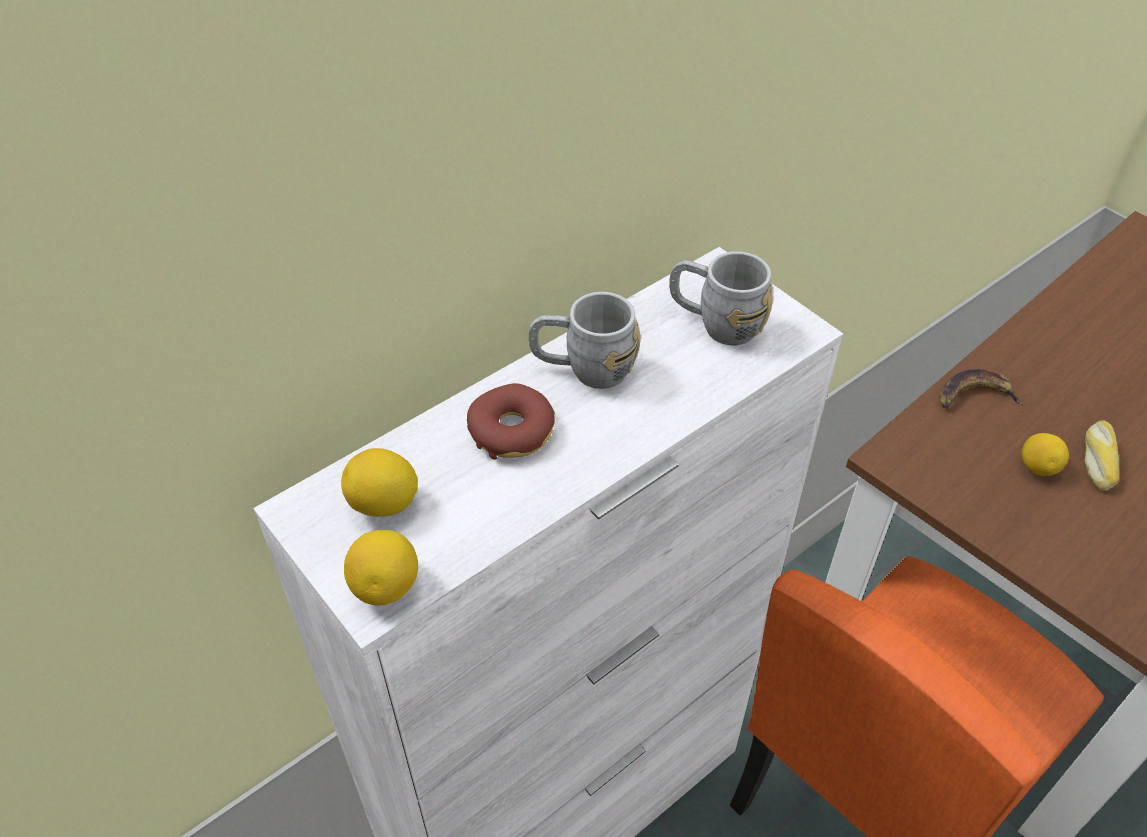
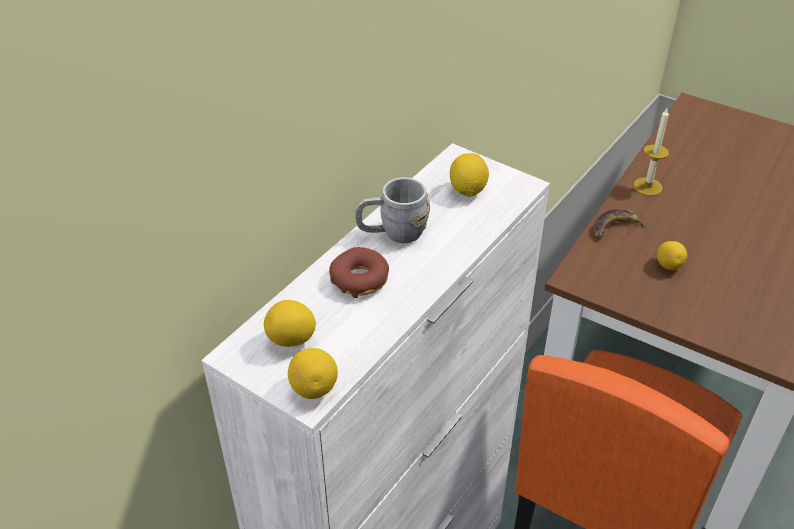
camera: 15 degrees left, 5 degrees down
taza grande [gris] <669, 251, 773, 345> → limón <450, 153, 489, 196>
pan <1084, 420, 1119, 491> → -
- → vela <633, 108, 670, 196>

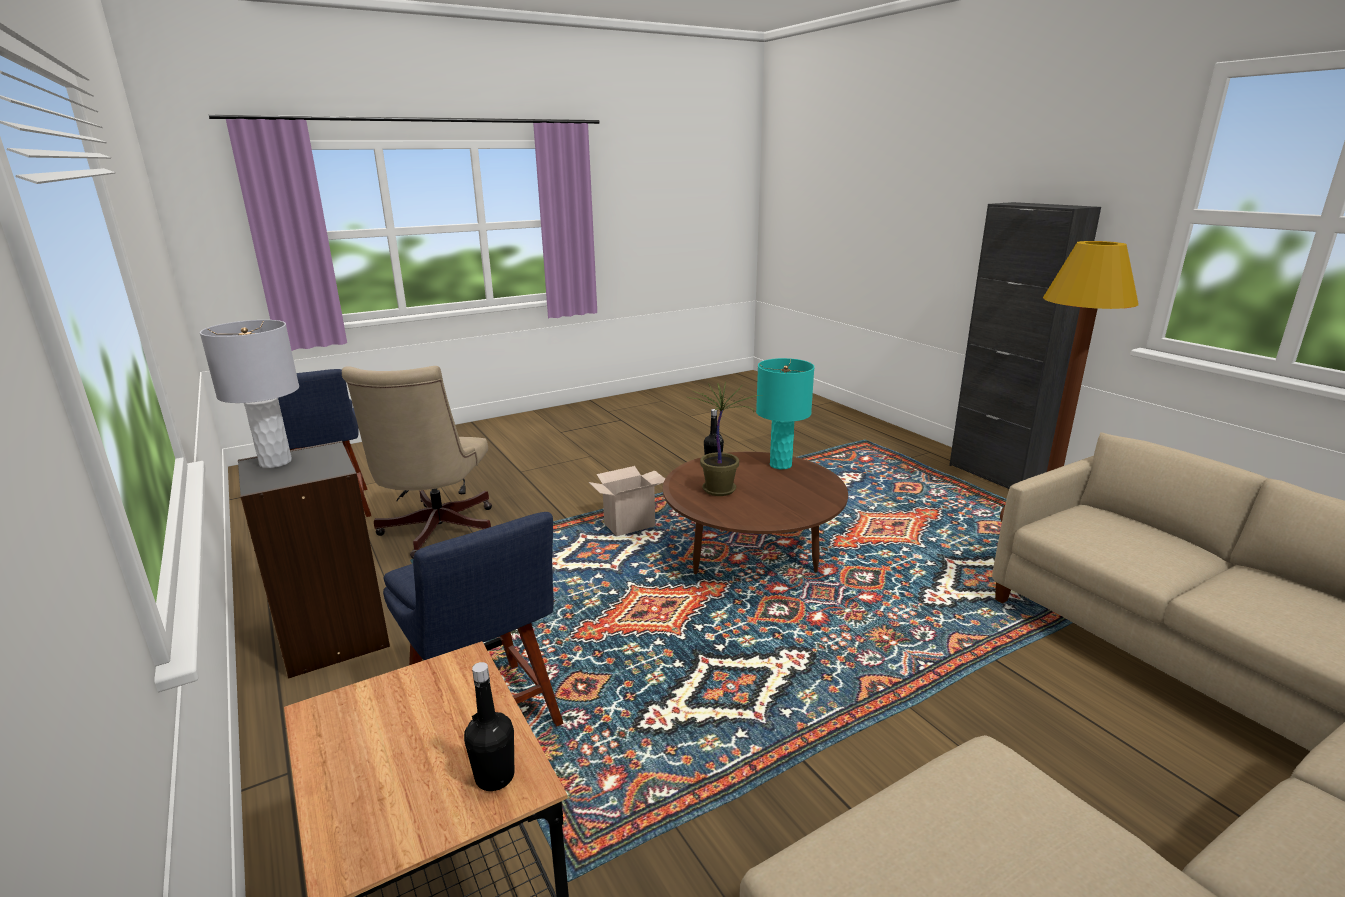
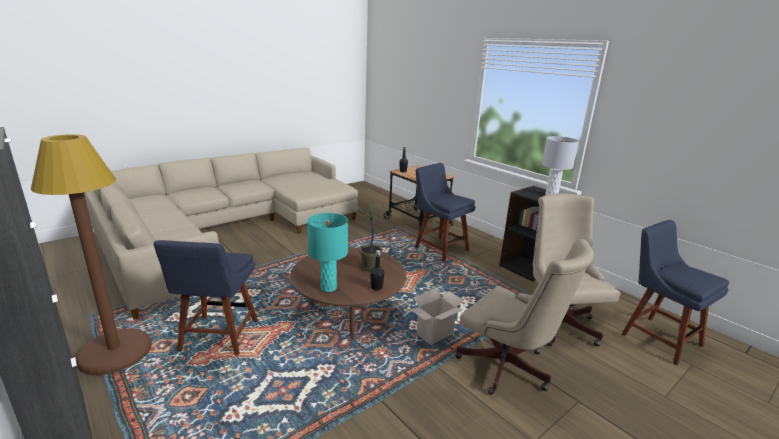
camera: 170 degrees right, 0 degrees up
- → silla [azul] <154, 240, 258, 355>
- → silla de oficina [beis] <455, 239, 593, 395>

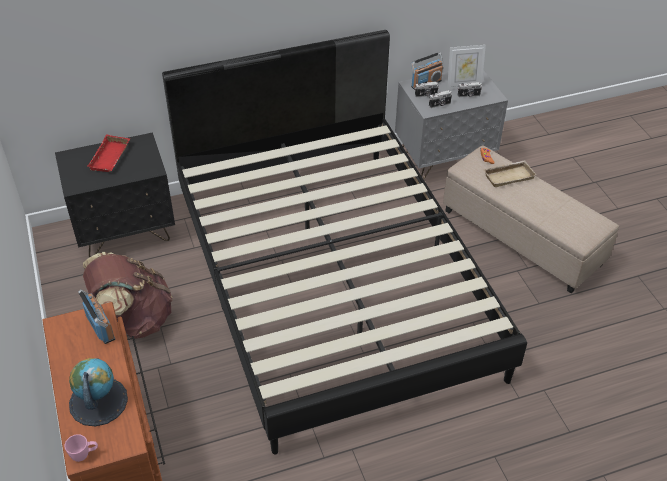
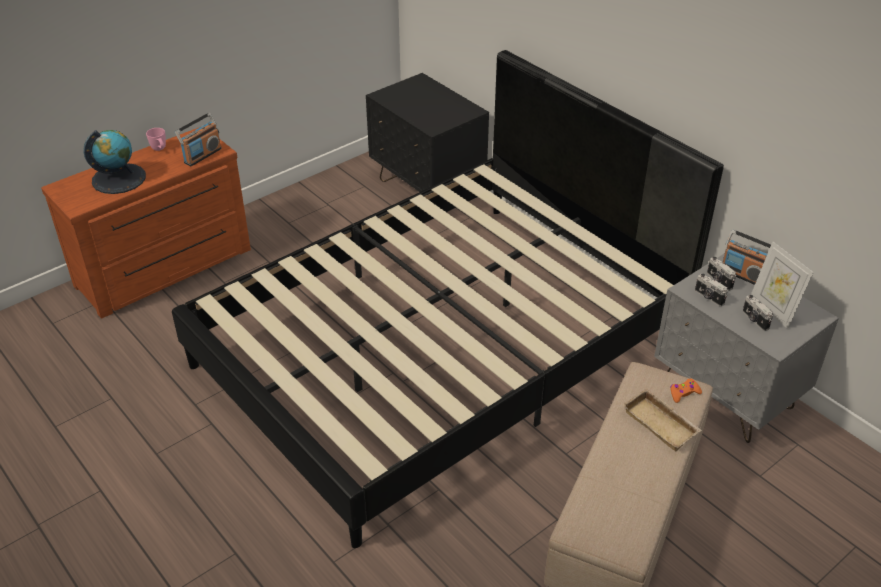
camera: 70 degrees right, 5 degrees down
taza grande [rosa] <64, 434, 98, 462> → taza grande [rosa] <146, 128, 166, 151>, shifted
mochila [marrón] <83, 252, 173, 339> → -
bandeja [rojo] <87, 134, 130, 172> → -

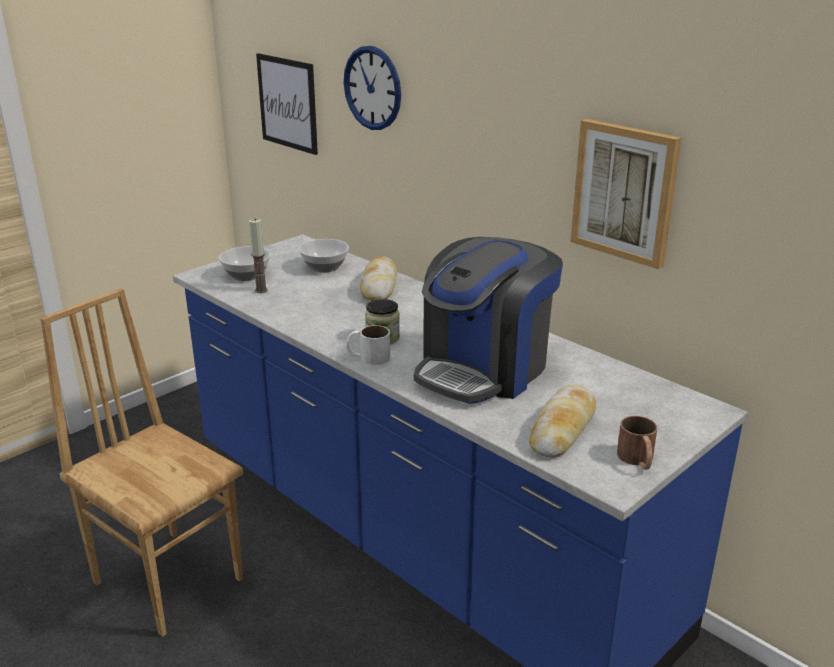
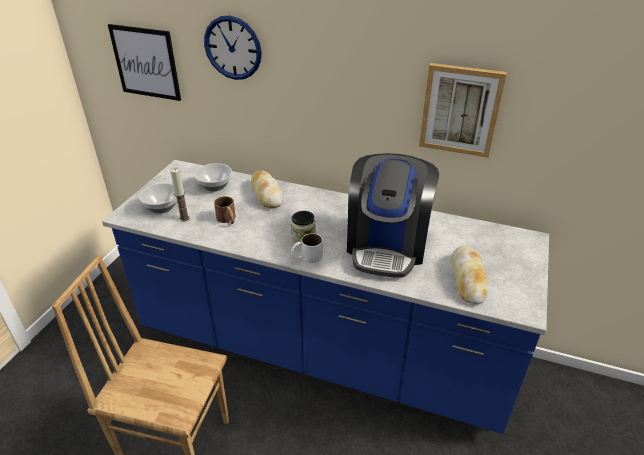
camera: 25 degrees left, 10 degrees up
taza grande [marrón] <617, 416, 657, 470> → taza grande [marrón] <214, 196, 236, 224>, shifted

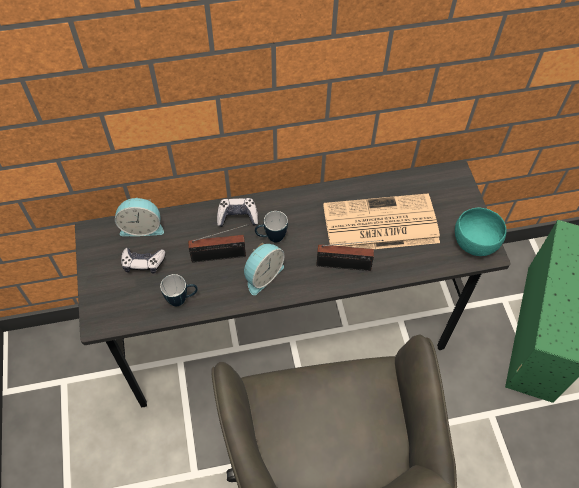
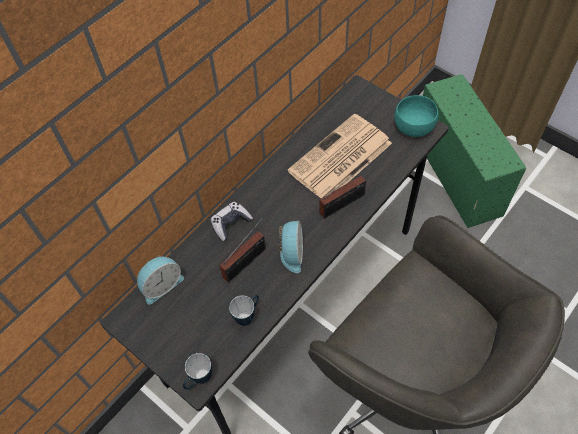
camera: 35 degrees left, 0 degrees up
mando de consola <121, 248, 166, 274> → -
taza grande <255, 211, 288, 242> → taza grande <183, 353, 212, 389>, shifted

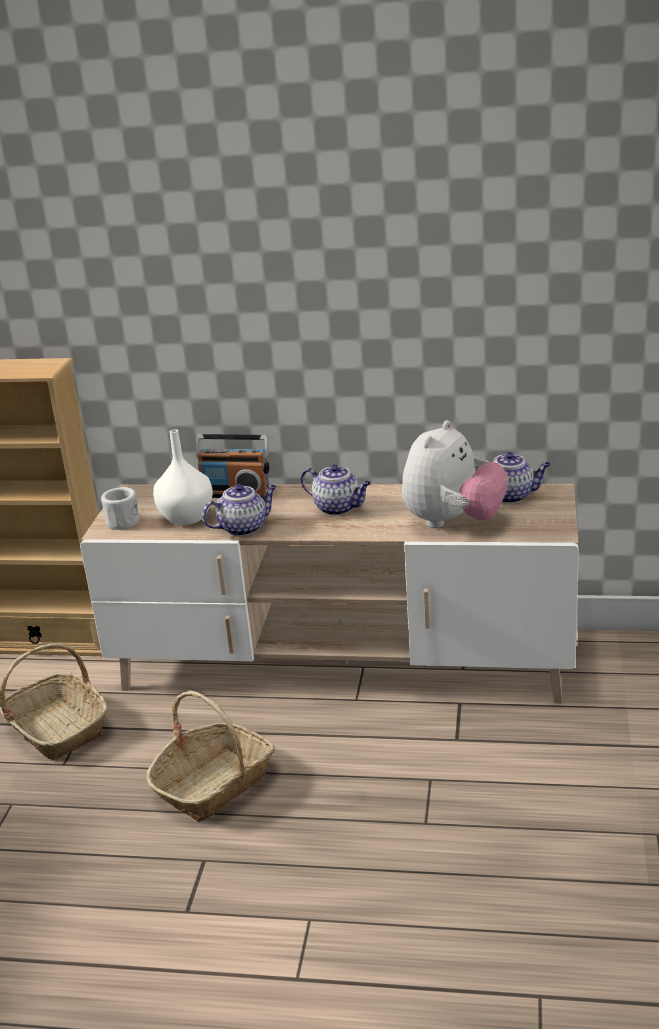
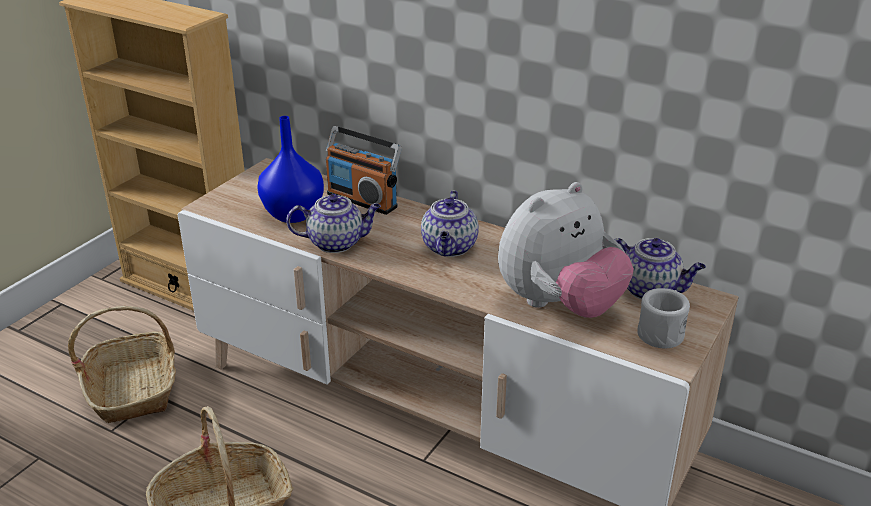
camera: 20 degrees right, 5 degrees up
taza grande [blanco] <101, 487, 140, 530> → taza grande [blanco] <637, 288, 690, 348>, shifted
florero [blanco] <153, 429, 213, 525> → florero [azul] <257, 116, 324, 223>
tetera <301, 464, 371, 515> → tetera <421, 190, 479, 257>, 45 degrees clockwise

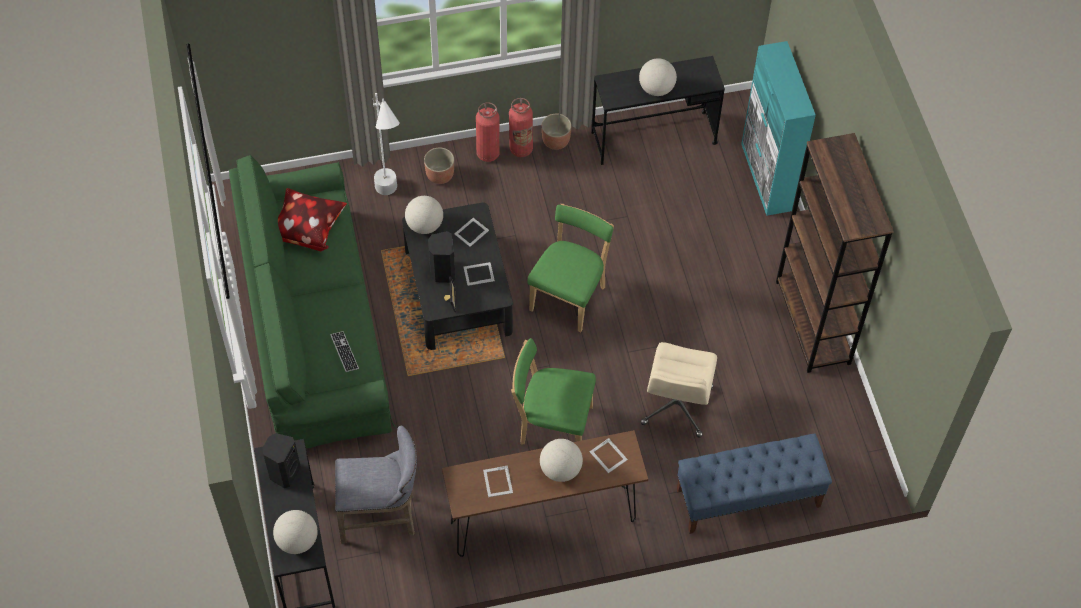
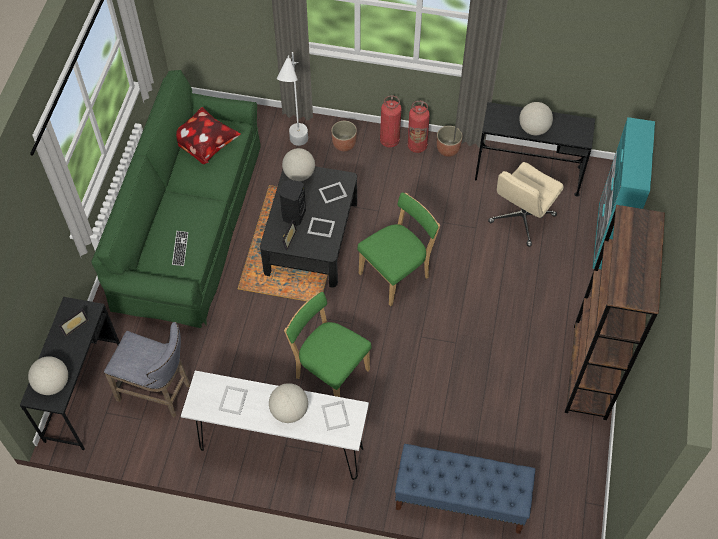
camera: 25 degrees right, 0 degrees up
altavoz [negro] <263, 433, 301, 488> → portarretratos <58, 308, 88, 337>
mesa consola [marrón] <442, 430, 648, 557> → mesa consola [blanco] <181, 371, 369, 480>
silla de oficina [beis] <641, 342, 717, 438> → silla de oficina [beis] <488, 162, 564, 247>, shifted

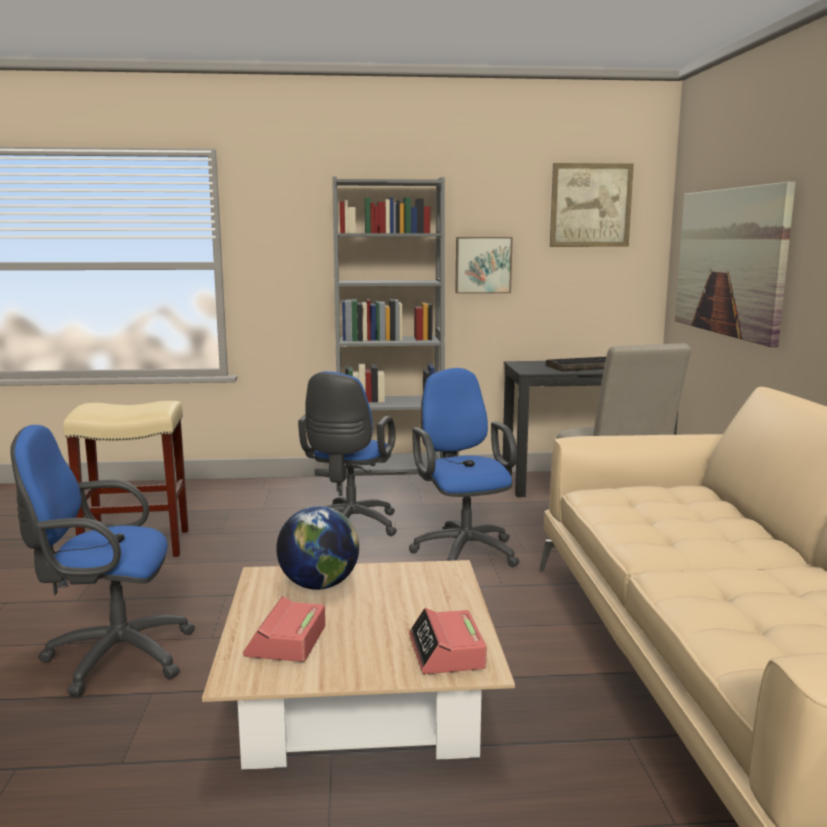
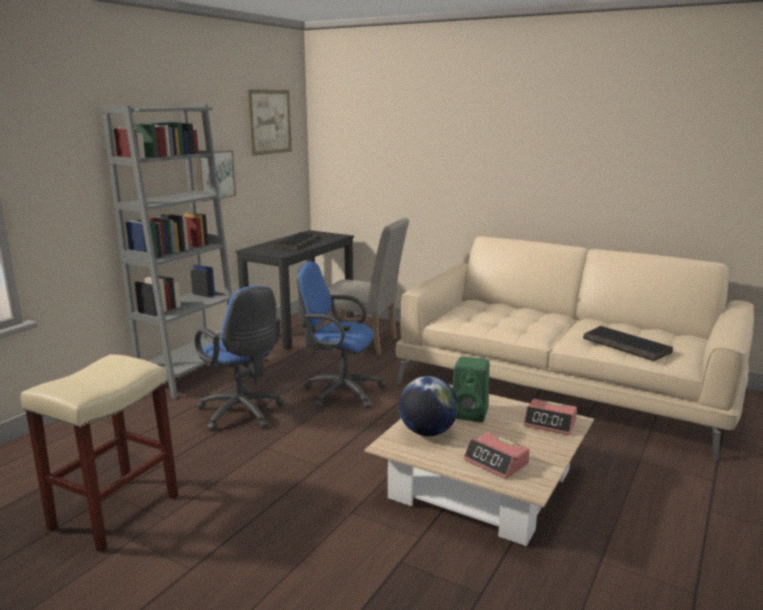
camera: 55 degrees left, 5 degrees up
silla de oficina [azul] <10, 425, 195, 697> → -
cuadro <675, 182, 795, 347> → -
- → altavoz [verde] <452, 356, 490, 422>
- → teclado <583, 326, 673, 361>

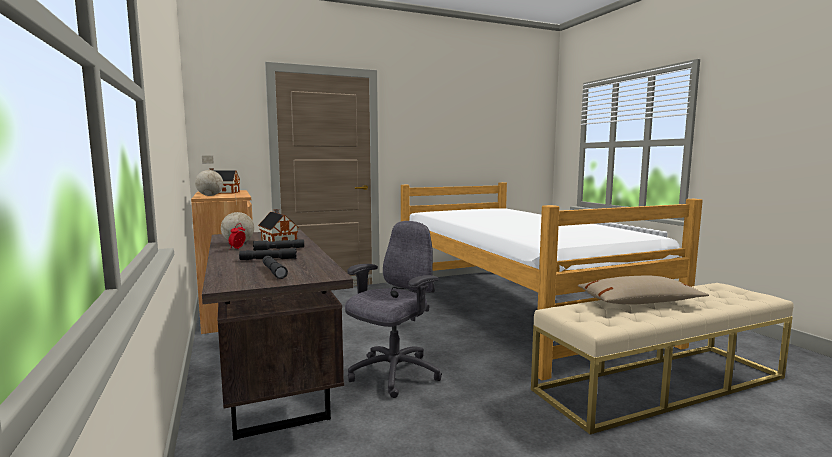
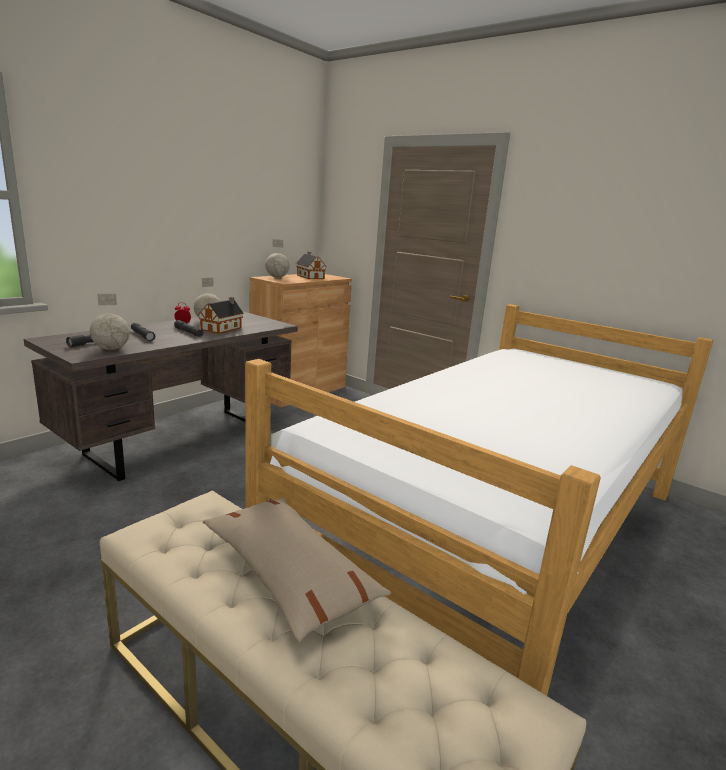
camera: 60 degrees right, 10 degrees up
silla de oficina [gris] <345, 221, 442, 398> → -
- → globo terráqueo <90, 294, 130, 350>

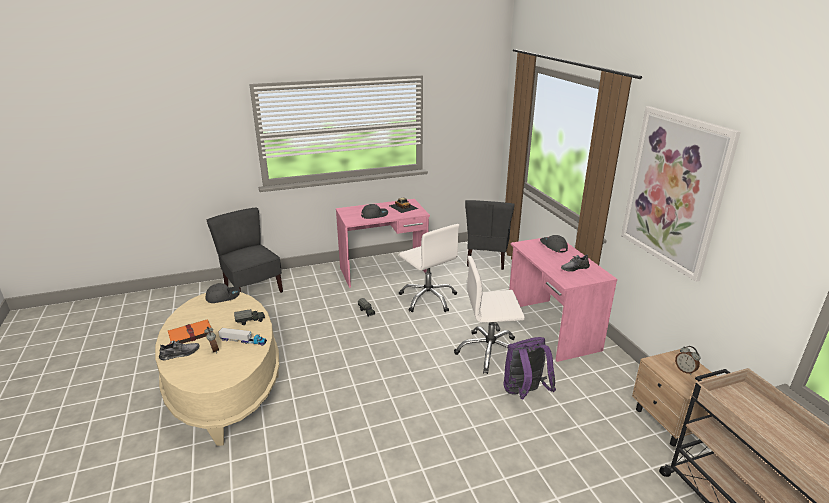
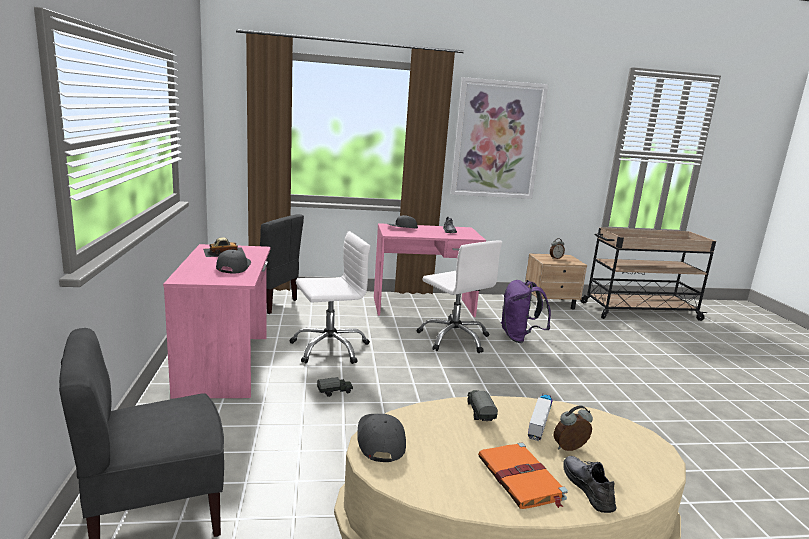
camera: 80 degrees left, 10 degrees down
silla de oficina [blanco] <454, 256, 525, 374> → silla de oficina [blanco] <416, 240, 502, 353>, 45 degrees counterclockwise

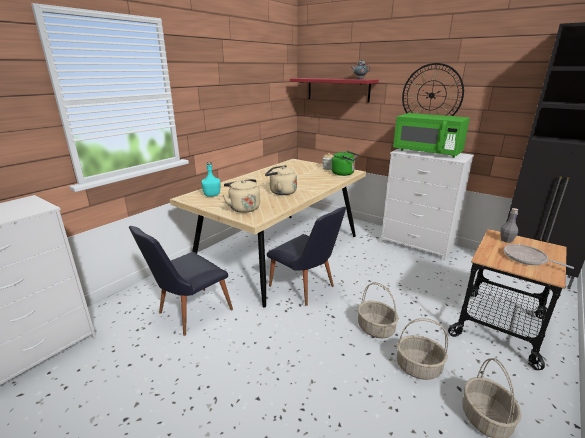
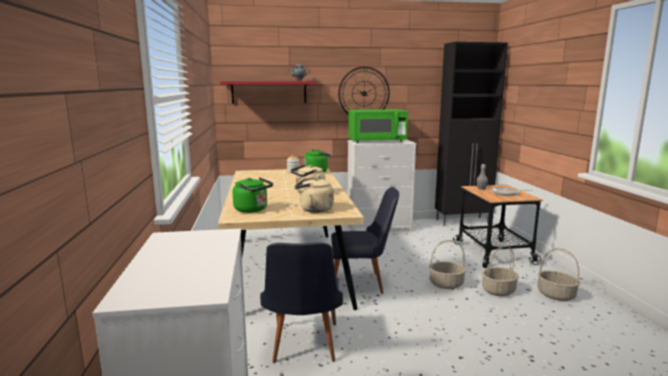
camera: 45 degrees left, 10 degrees down
botella [turquesa] <201, 162, 220, 197> → hervidor [verde] <233, 177, 273, 213>

